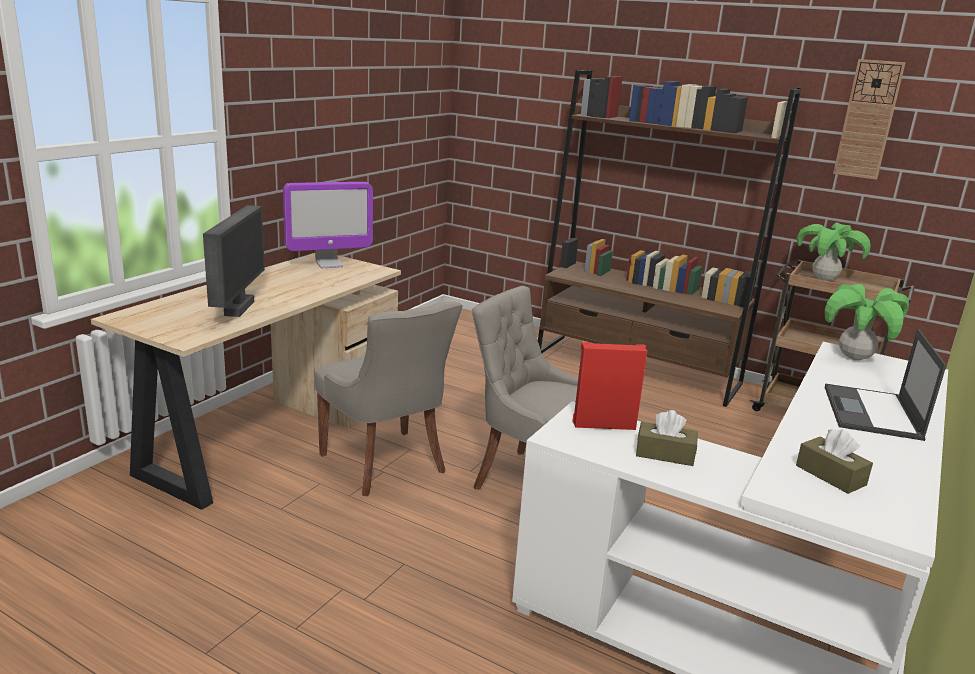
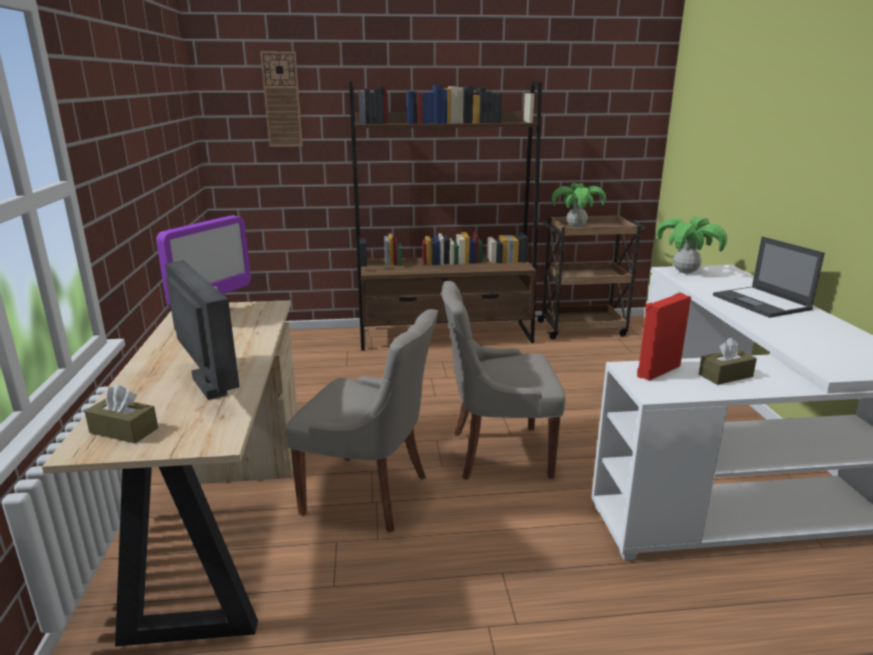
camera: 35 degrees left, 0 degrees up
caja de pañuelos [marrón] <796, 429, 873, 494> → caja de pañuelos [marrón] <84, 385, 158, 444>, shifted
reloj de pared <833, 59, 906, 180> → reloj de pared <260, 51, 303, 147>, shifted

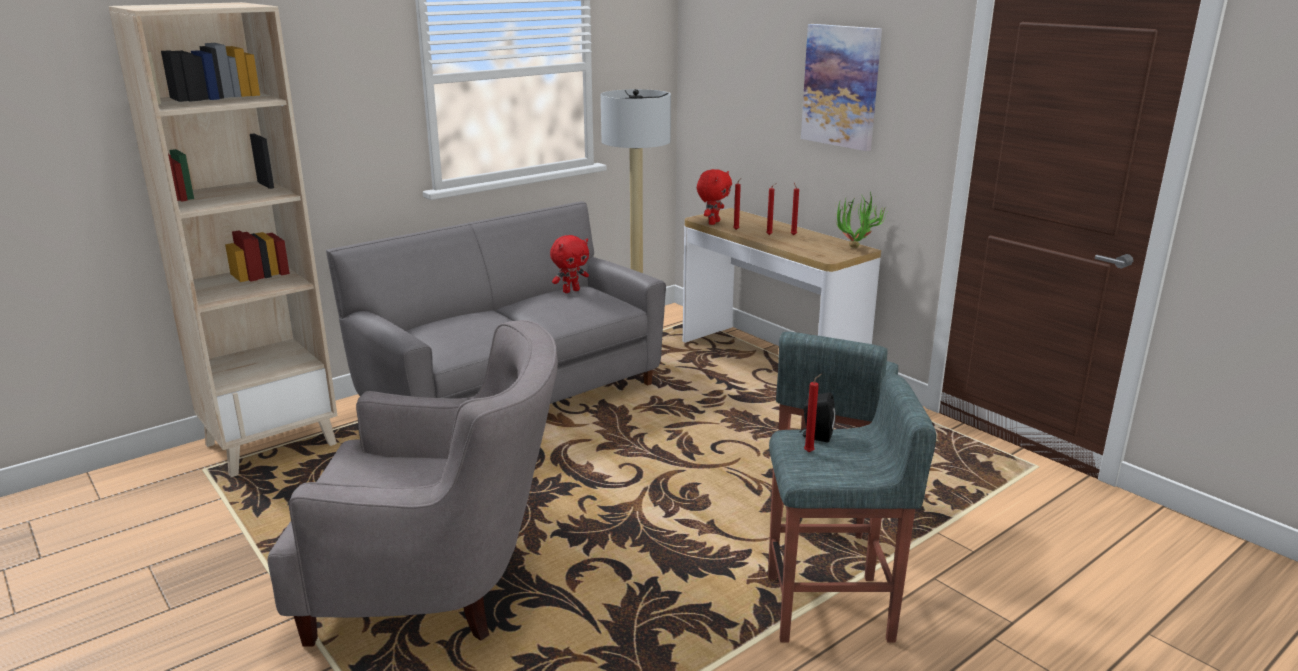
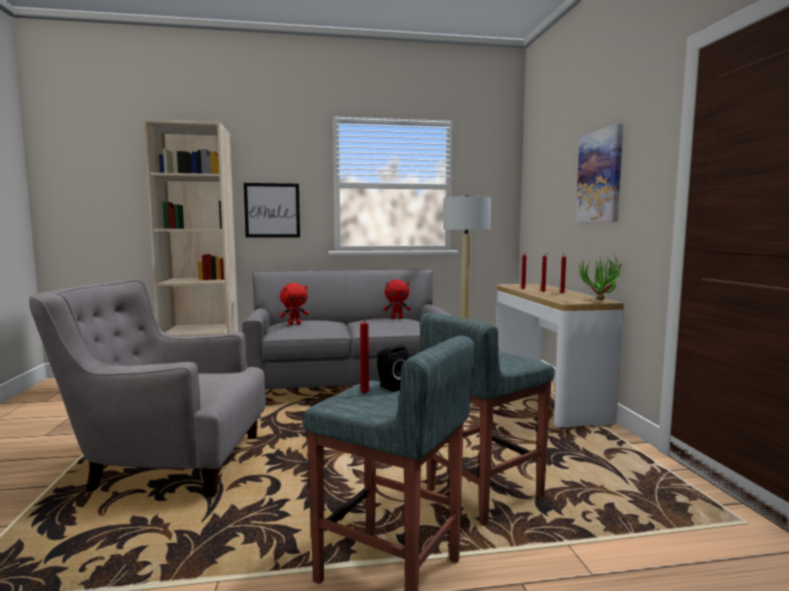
camera: 30 degrees right, 15 degrees down
sillón [gris] <268, 320, 558, 647> → sillón [gris] <29, 280, 266, 496>, 150 degrees clockwise
peluche [rojo] <697, 169, 732, 225> → peluche [rojo] <280, 283, 308, 325>, shifted
- → cuadro <244, 183, 300, 237>

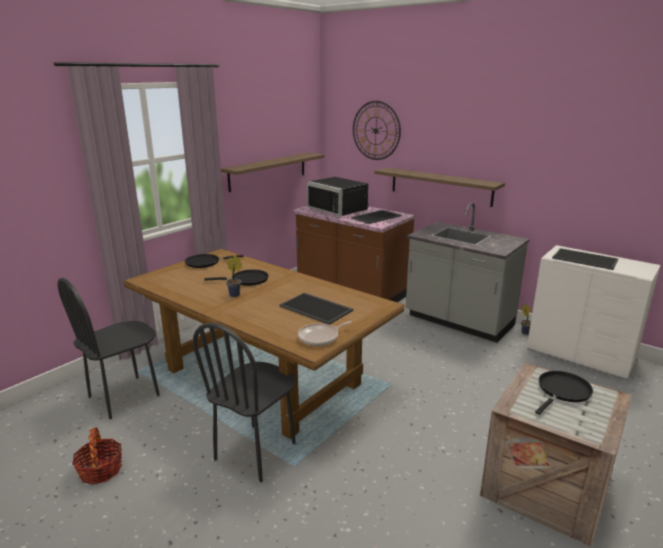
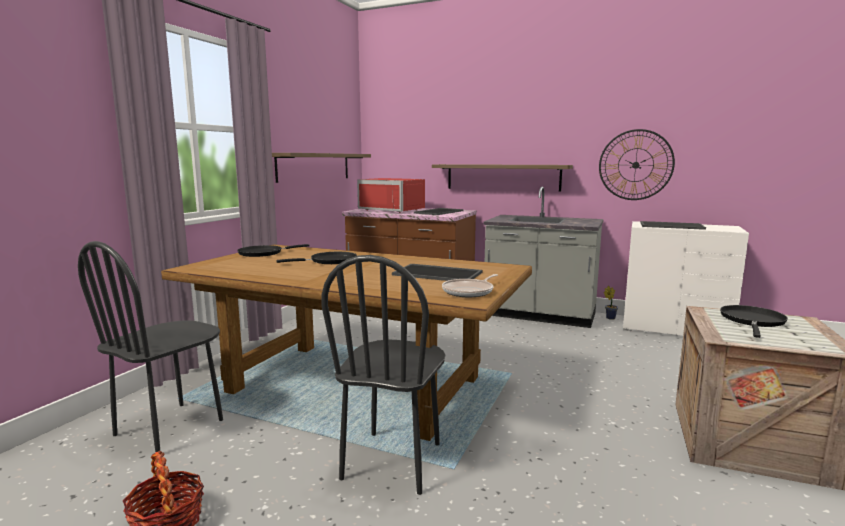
camera: 15 degrees left, 10 degrees down
planta en maceta <226, 255, 242, 297> → -
microondas [negro] <307, 177, 369, 216> → microondas [rojo] <357, 178, 425, 213>
reloj de pared <353, 101, 401, 160> → reloj de pared <599, 129, 675, 200>, shifted

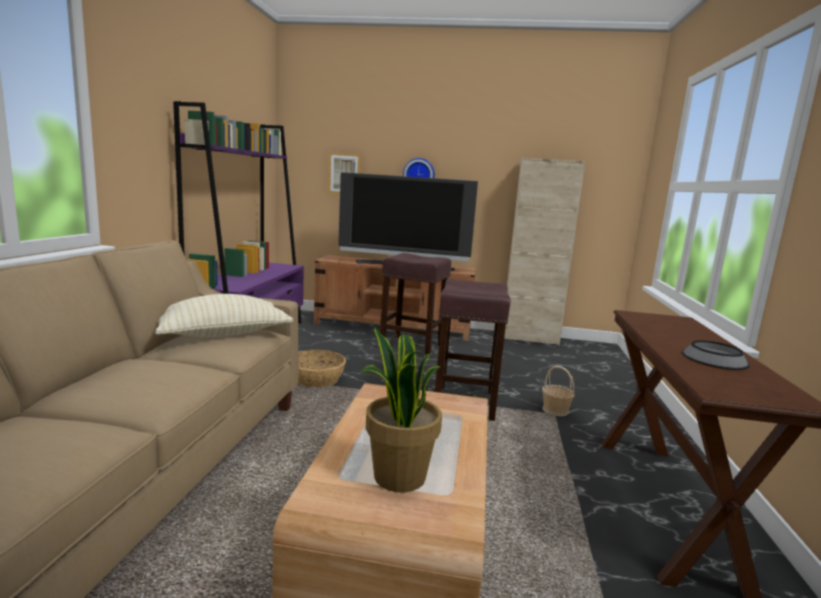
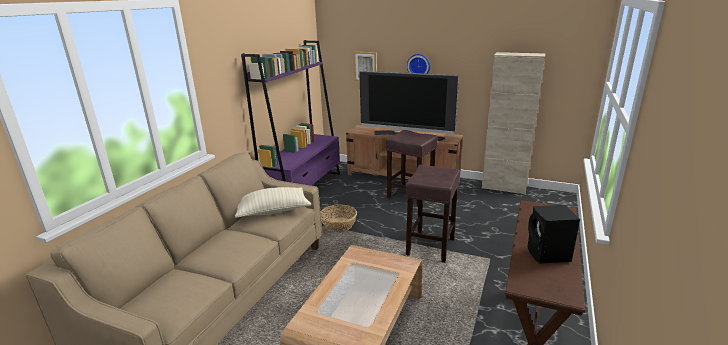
camera: 15 degrees right, 10 degrees up
planta en maceta <360, 327, 442, 492> → -
cesta <542, 366, 575, 416> → -
cuenco <682, 340, 750, 370> → altavoz [negro] <527, 205, 580, 264>

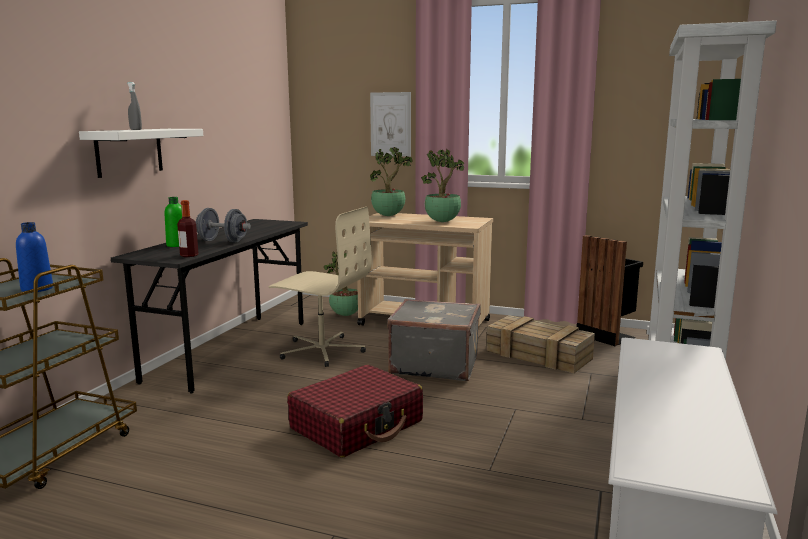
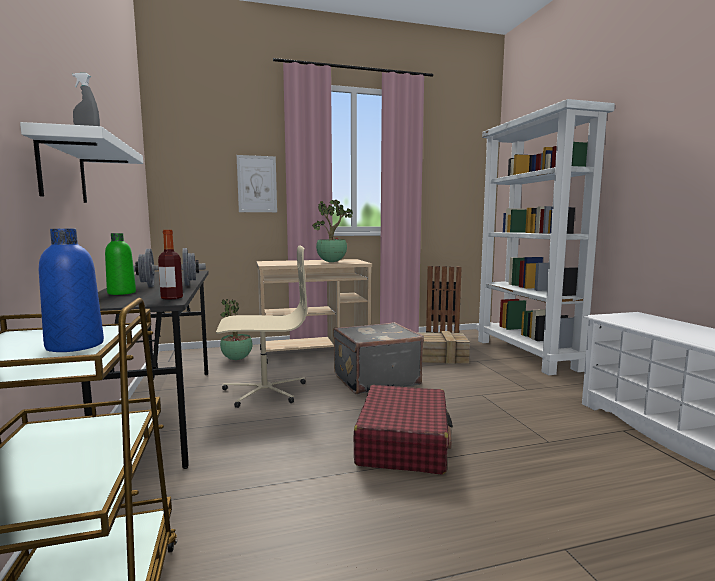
camera: 35 degrees left, 5 degrees down
planta en maceta <370, 147, 412, 216> → -

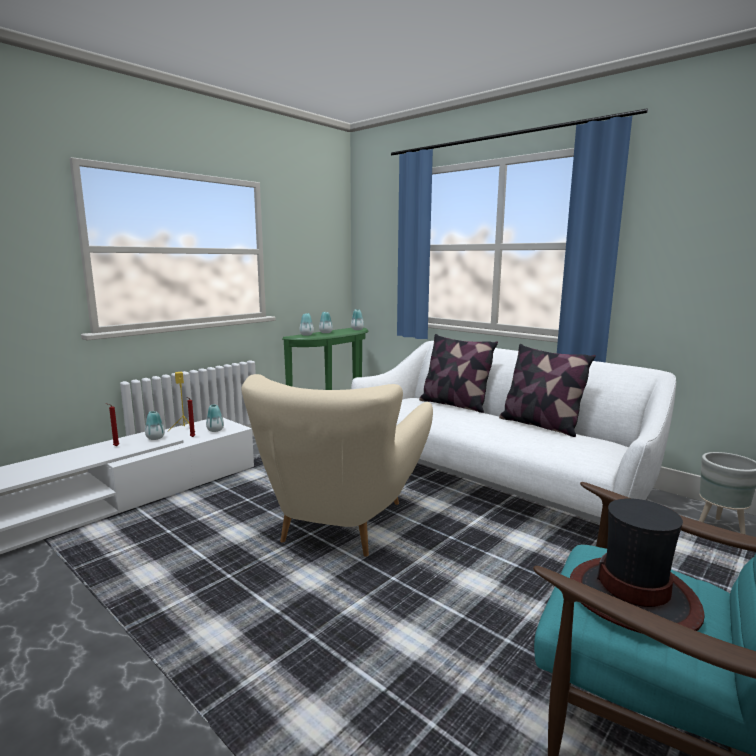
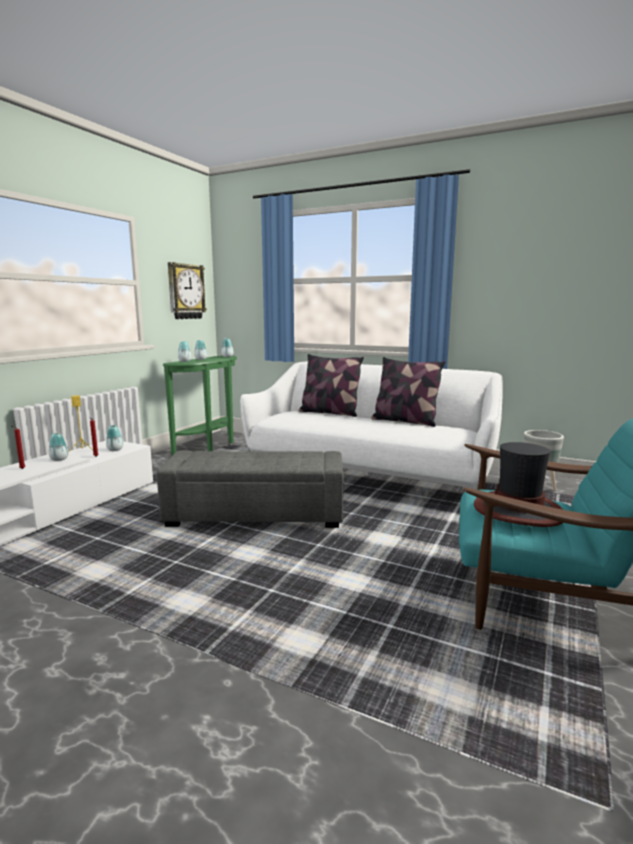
camera: 15 degrees left, 0 degrees up
sillón [beis] <242, 374, 433, 557> → puf [gris] <157, 450, 344, 528>
- → reloj de pared <168, 262, 207, 319>

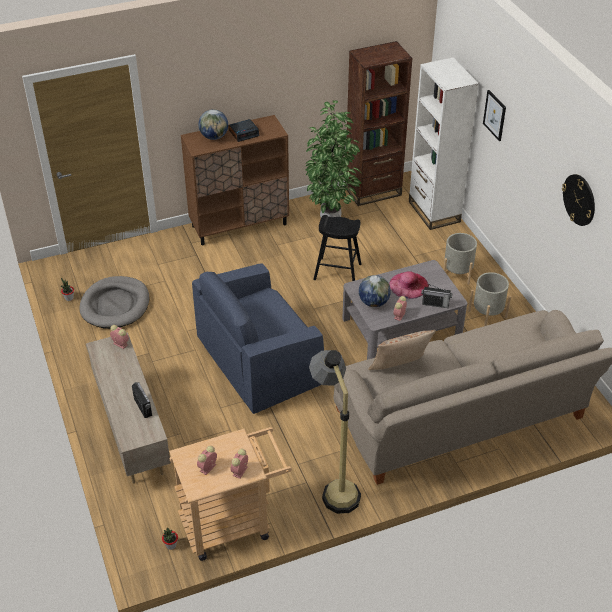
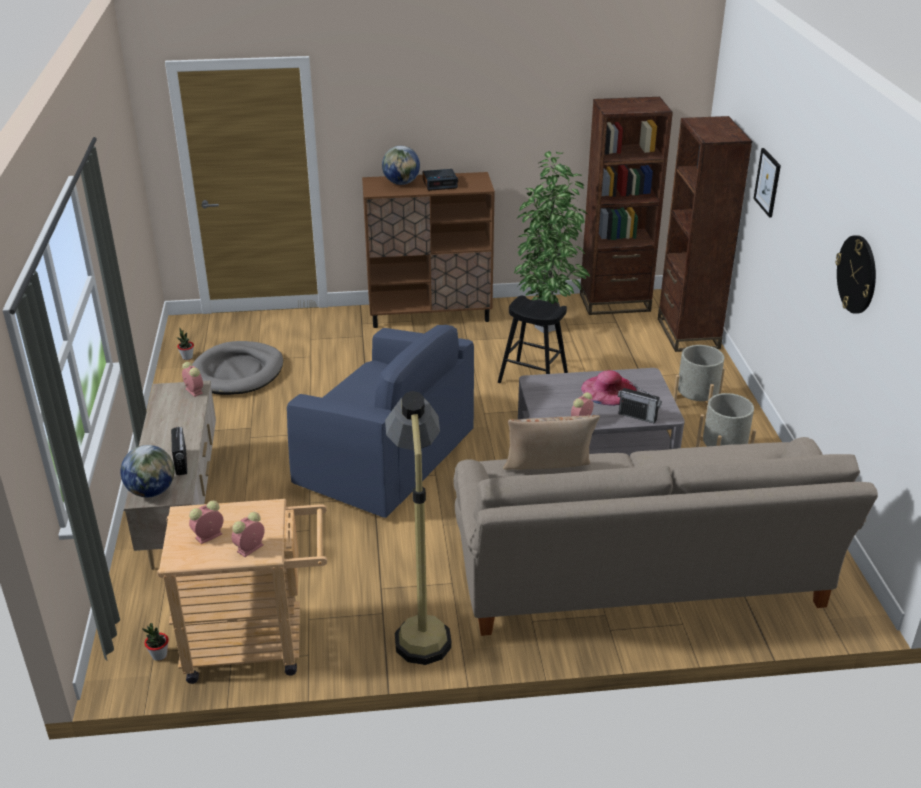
camera: 15 degrees right, 10 degrees down
sillón [azul] <192, 263, 324, 414> → sillón [azul] <287, 325, 474, 518>, 135 degrees counterclockwise
globo terráqueo <359, 275, 391, 307> → globo terráqueo <120, 445, 174, 498>, shifted
estantería [blanco] <409, 57, 479, 230> → estantería [marrón] <658, 116, 752, 352>

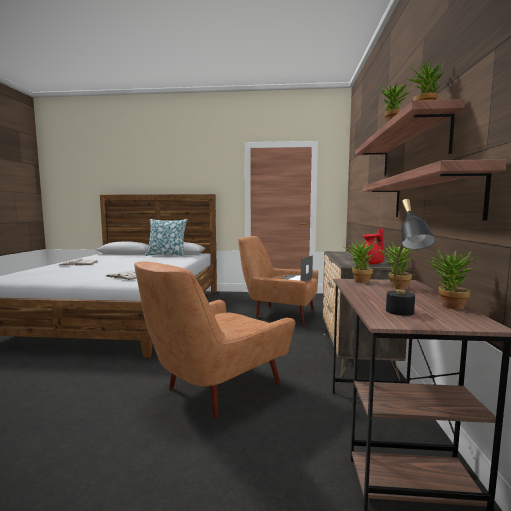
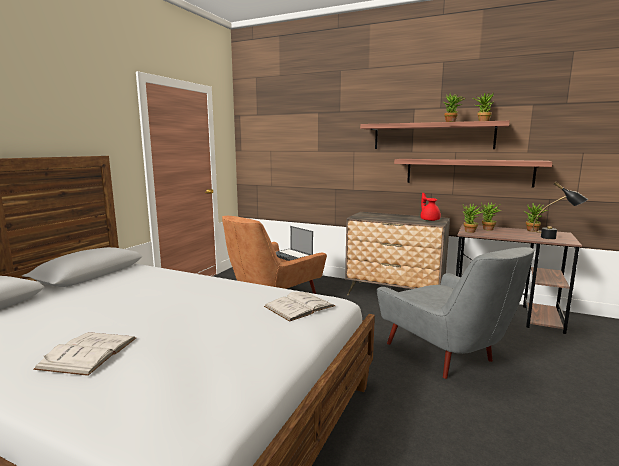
camera: 70 degrees left, 5 degrees up
sillón [marrón] <134, 261, 296, 418> → sillón [gris] <377, 247, 534, 379>
cojín <145, 219, 188, 256> → -

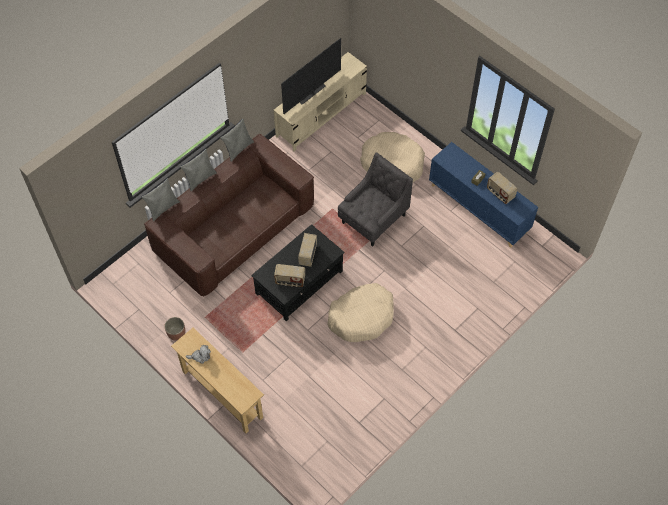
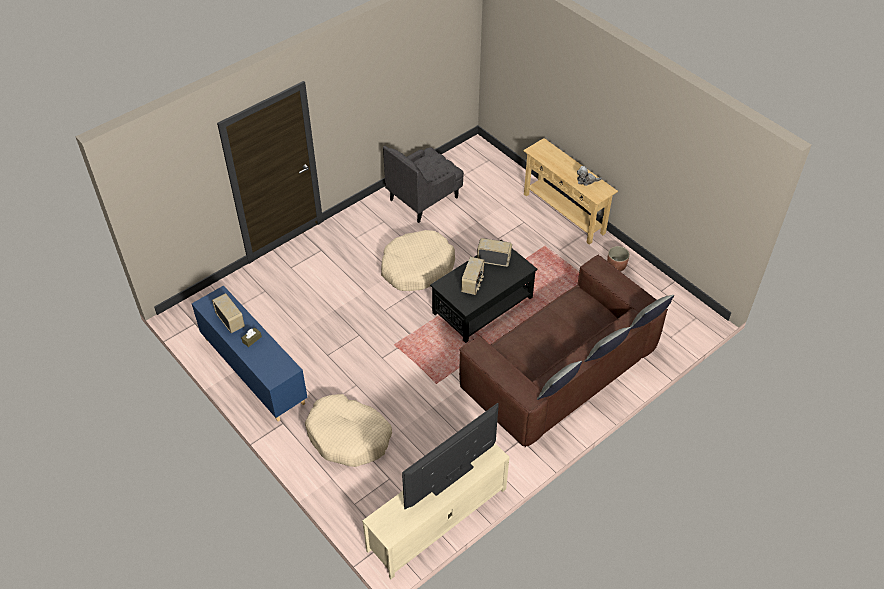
camera: 175 degrees left, 10 degrees down
sillón [gris] <338, 152, 413, 247> → sillón [gris] <383, 146, 464, 223>, shifted

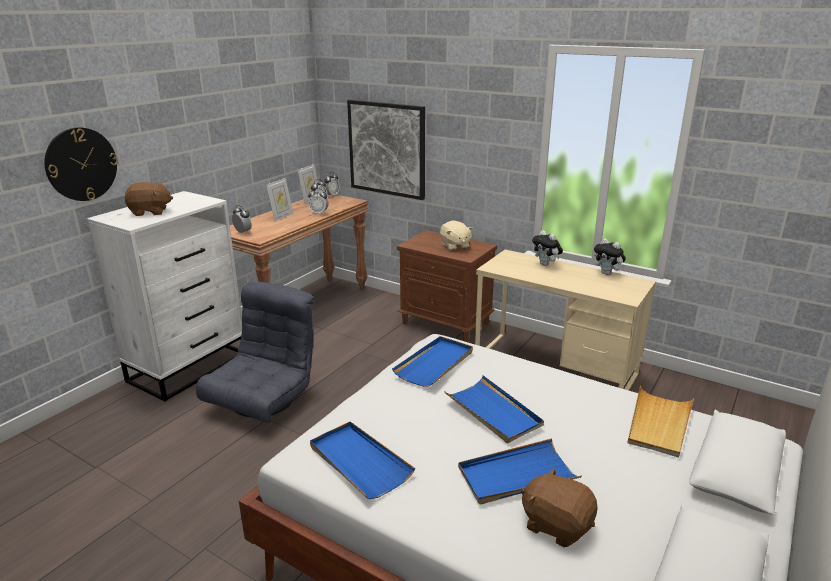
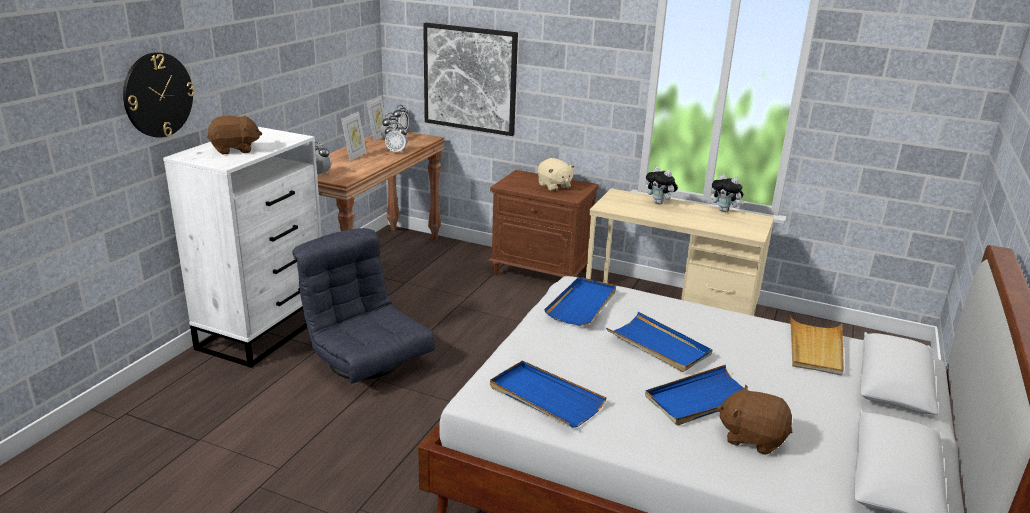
camera: 10 degrees left, 0 degrees up
sillón [gris] <196, 281, 314, 423> → sillón [gris] <292, 228, 435, 384>, 60 degrees counterclockwise

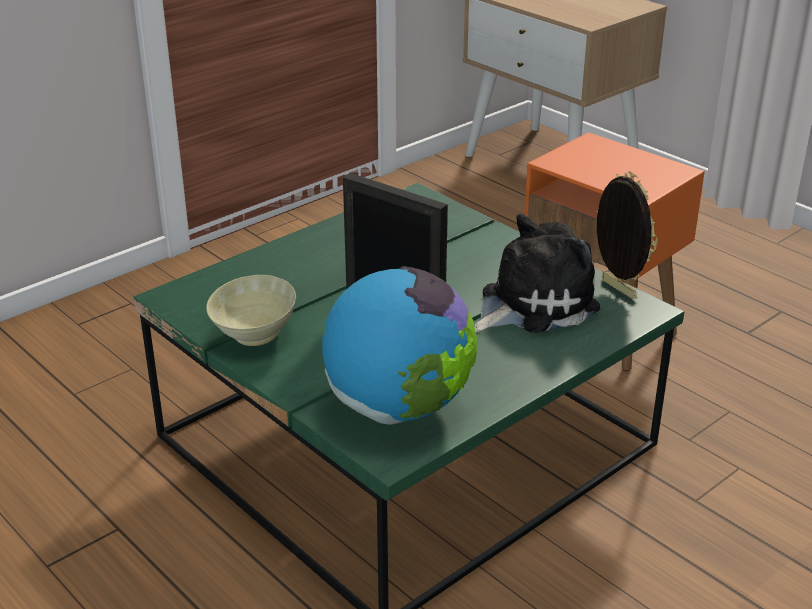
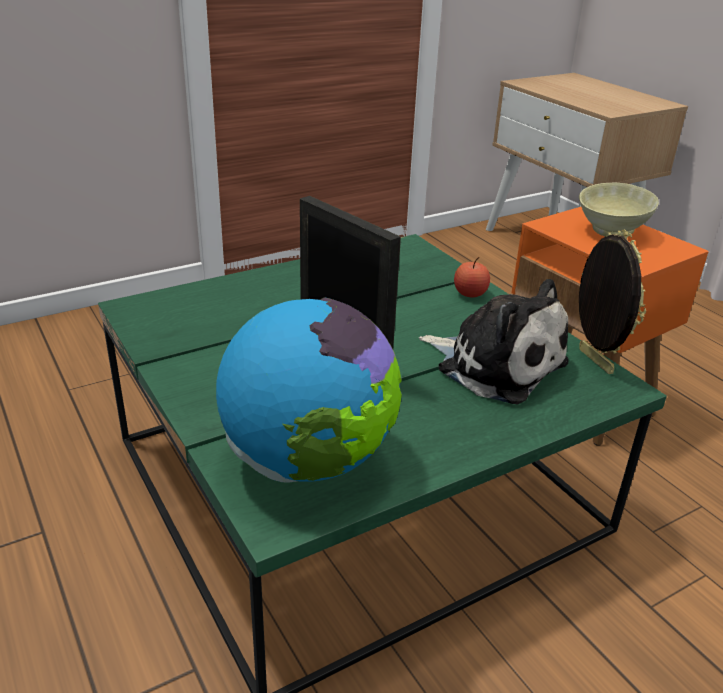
camera: 10 degrees right, 0 degrees up
cuenco [beis] <206, 275, 296, 346> → cuenco [beis] <579, 182, 659, 237>, shifted
peluche <474, 214, 600, 333> → peluche <419, 279, 569, 404>, 60 degrees clockwise
- → manzana <454, 257, 490, 298>

